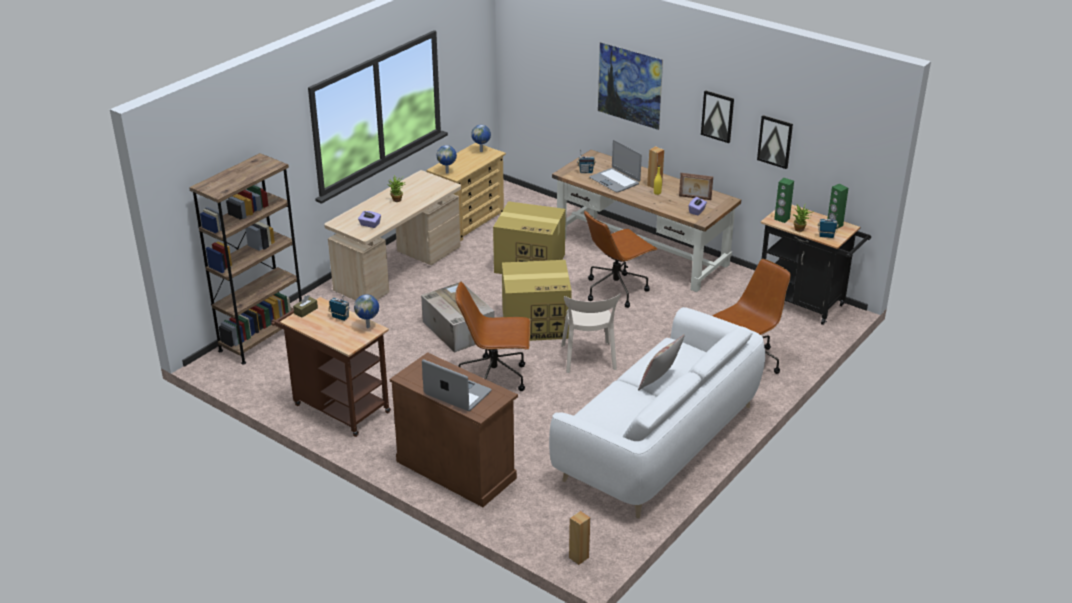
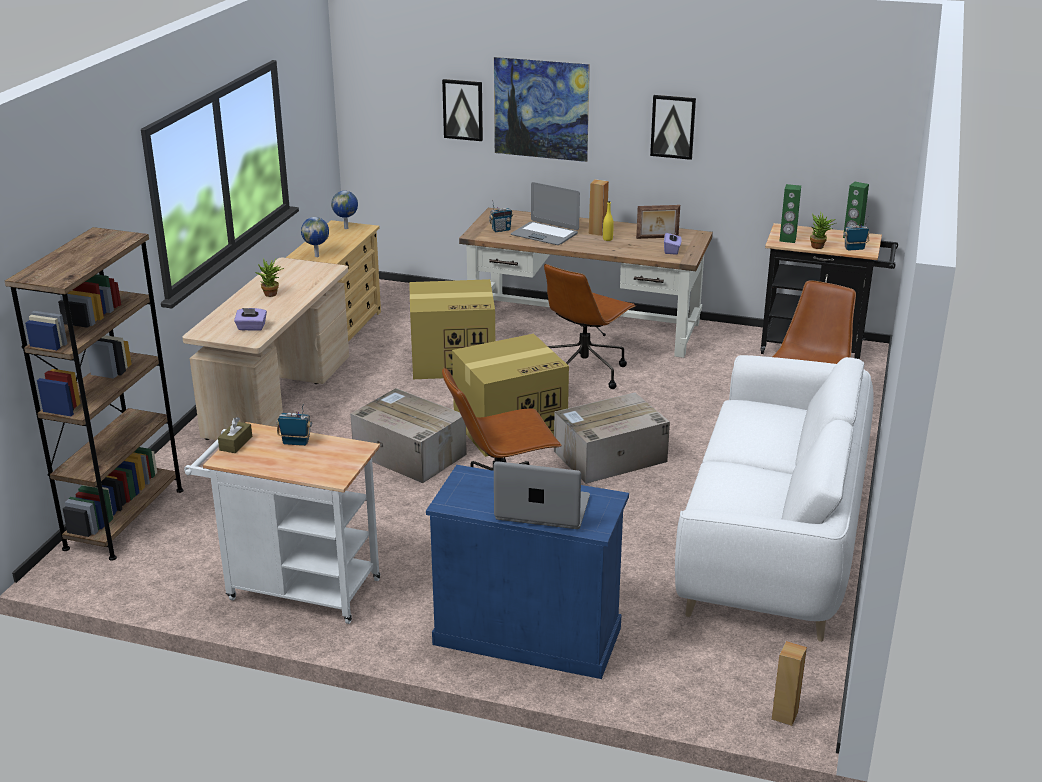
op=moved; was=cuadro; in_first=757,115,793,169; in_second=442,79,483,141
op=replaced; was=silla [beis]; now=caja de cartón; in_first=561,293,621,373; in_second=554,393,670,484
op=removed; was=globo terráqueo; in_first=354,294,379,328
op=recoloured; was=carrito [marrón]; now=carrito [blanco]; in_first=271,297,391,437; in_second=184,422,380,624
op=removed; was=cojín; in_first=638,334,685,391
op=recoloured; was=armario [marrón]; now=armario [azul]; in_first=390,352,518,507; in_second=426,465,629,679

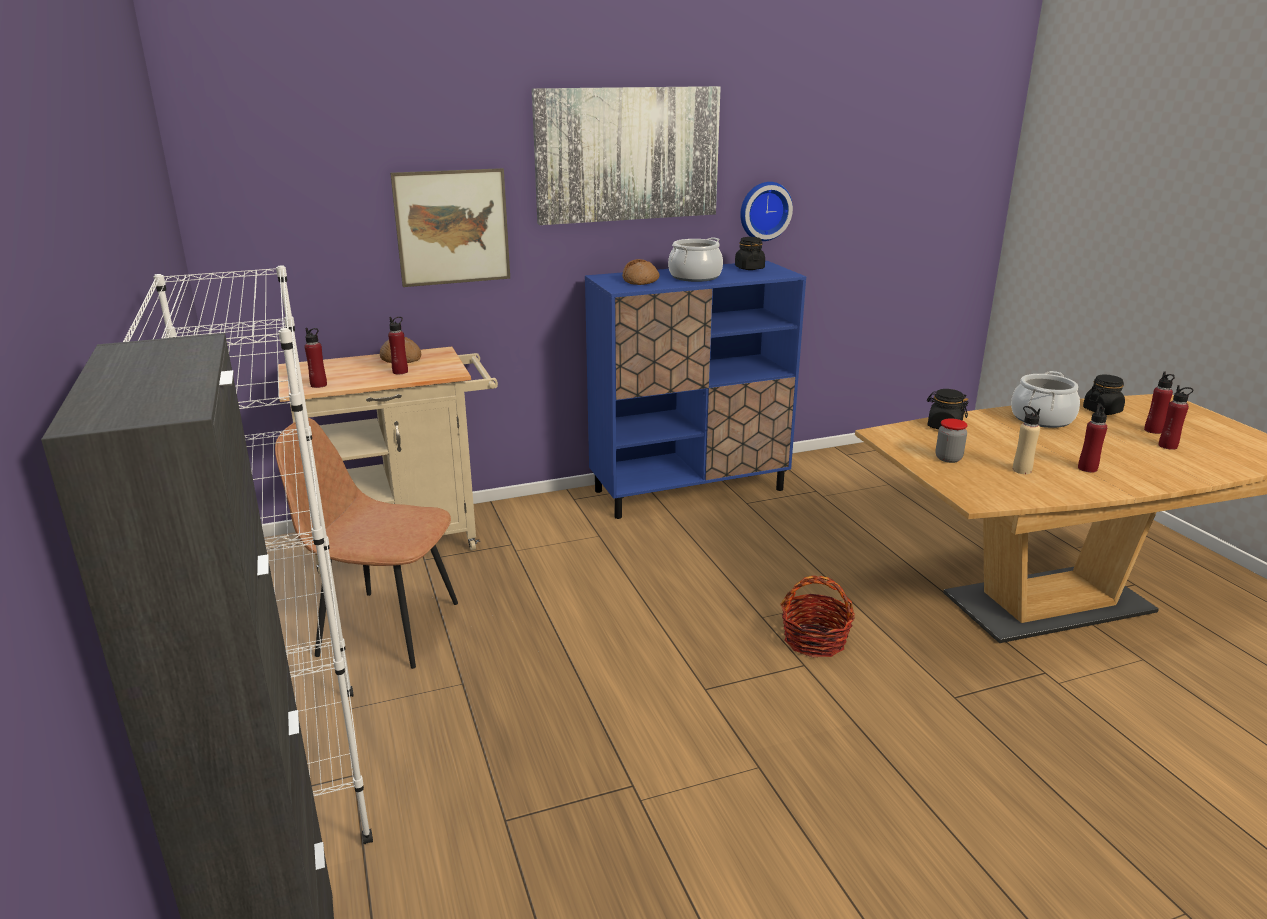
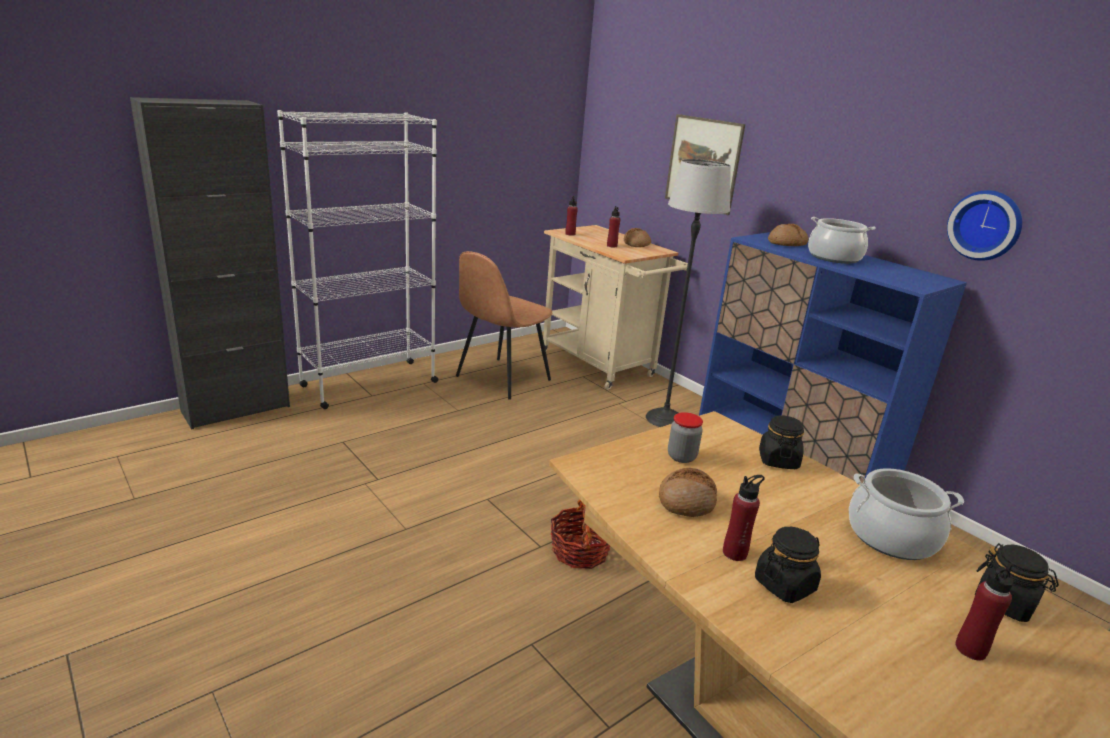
op=removed; was=cuadro; in_first=532,86,721,225
op=moved; was=tarro [negro]; in_first=735,237,765,270; in_second=755,527,821,603
op=removed; was=botella [rojo]; in_first=1158,385,1194,450
op=replaced; was=botella [beis]; now=pan; in_first=1013,406,1040,474; in_second=659,468,717,517
op=turned; was=silla [marrón]; in_first=275,418,458,669; in_second=456,251,552,400; clockwise=-135
op=added; now=lámpara de pie; in_second=646,159,731,427

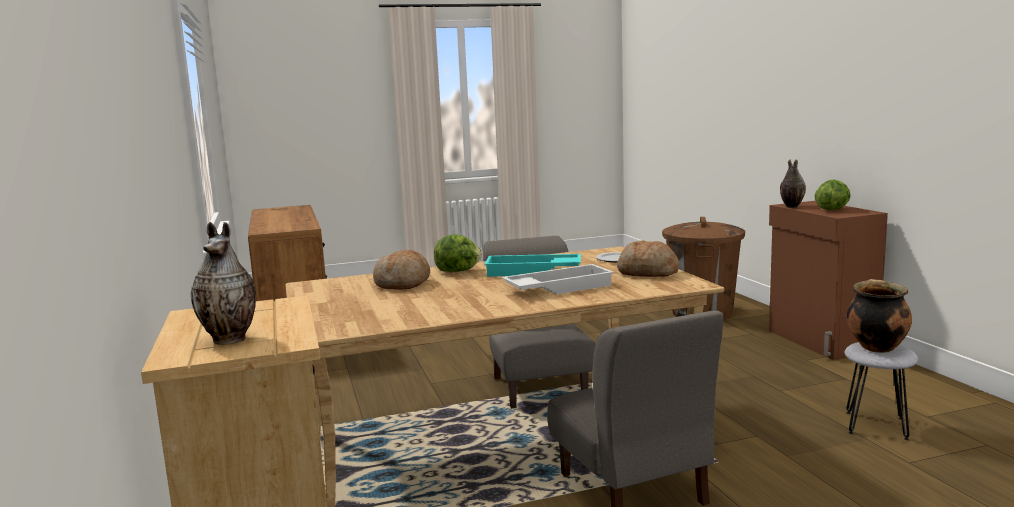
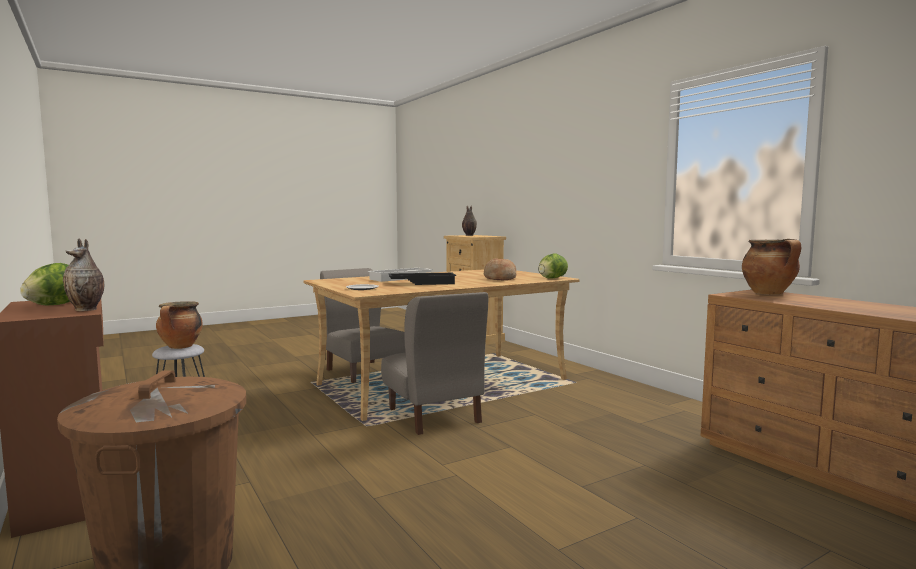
op=moved; was=lechuga; in_first=434,234,482,272; in_second=538,253,568,279
op=removed; was=pan; in_first=617,240,679,277
op=recoloured; was=bandeja [turquesa]; now=bandeja [negro]; in_first=484,254,581,277; in_second=389,273,456,285
op=added; now=olla; in_second=742,239,801,295

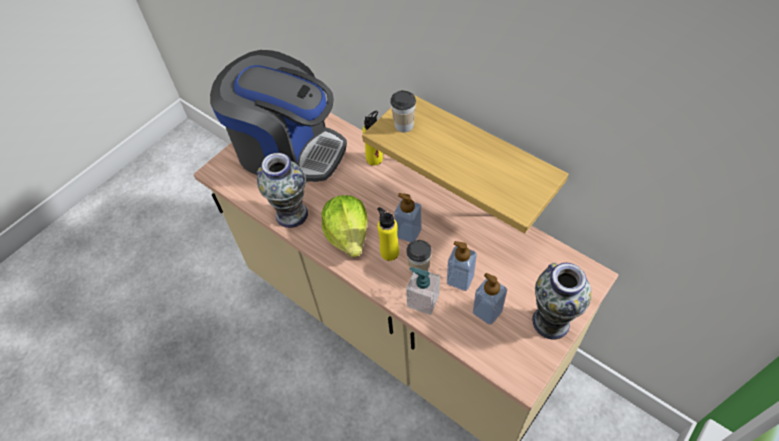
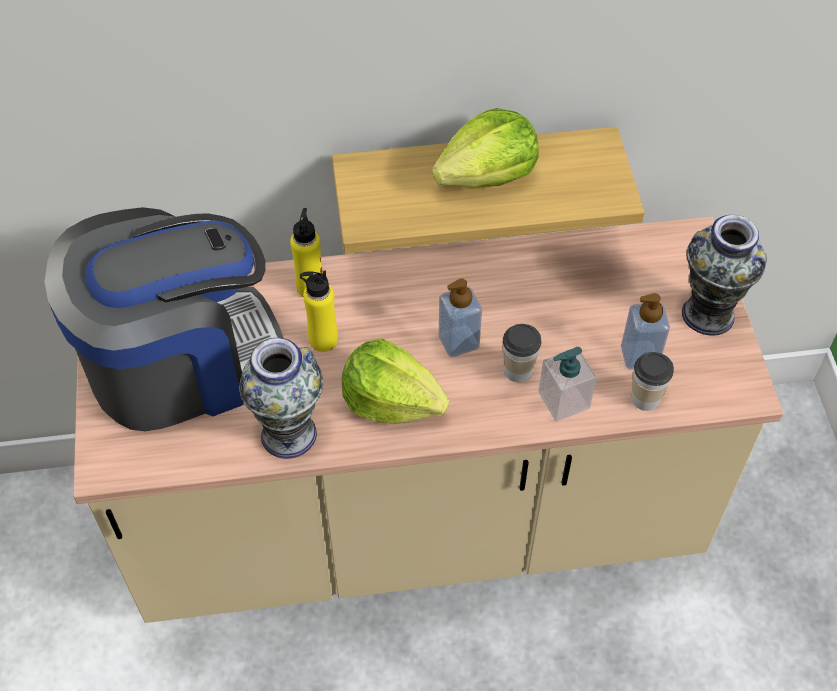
op=moved; was=taza; in_first=390,90,416,133; in_second=631,352,674,411
op=moved; was=botella [amarillo]; in_first=377,207,399,261; in_second=300,271,338,352
op=removed; was=dispensador de jabón; in_first=447,241,477,291
op=added; now=lechuga; in_second=432,108,539,188

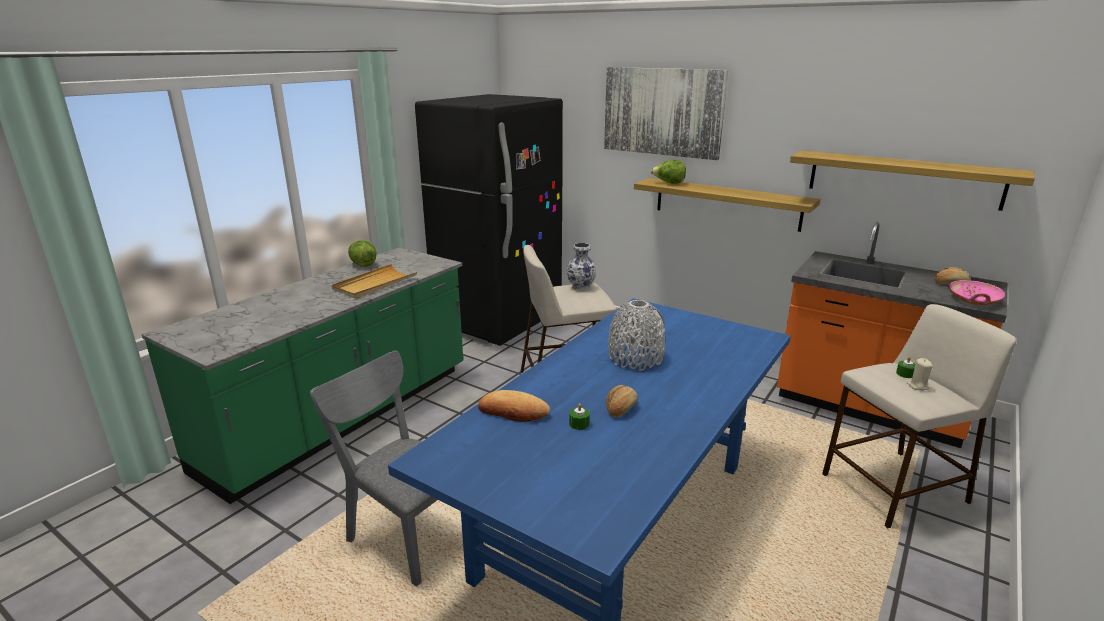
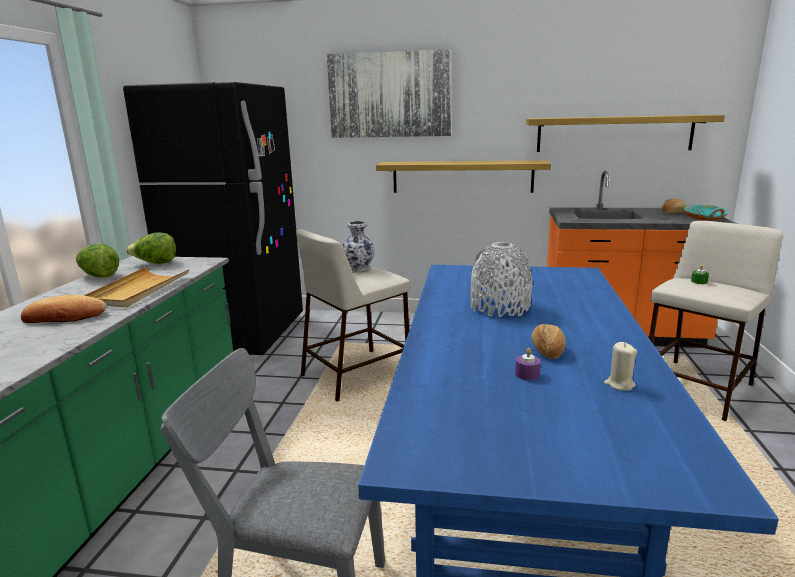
op=moved; was=lechuga; in_first=651,160,686,184; in_second=126,233,176,264
op=recoloured; was=cuenco [rosa]; now=cuenco [turquesa]; in_first=949,280,1005,305; in_second=683,205,728,221
op=moved; was=vela [beis]; in_first=907,358,933,391; in_second=604,342,637,391
op=moved; was=pan; in_first=478,390,550,422; in_second=21,295,107,323
op=recoloured; was=vela [verde]; now=vela [morado]; in_first=569,403,590,430; in_second=515,348,541,380

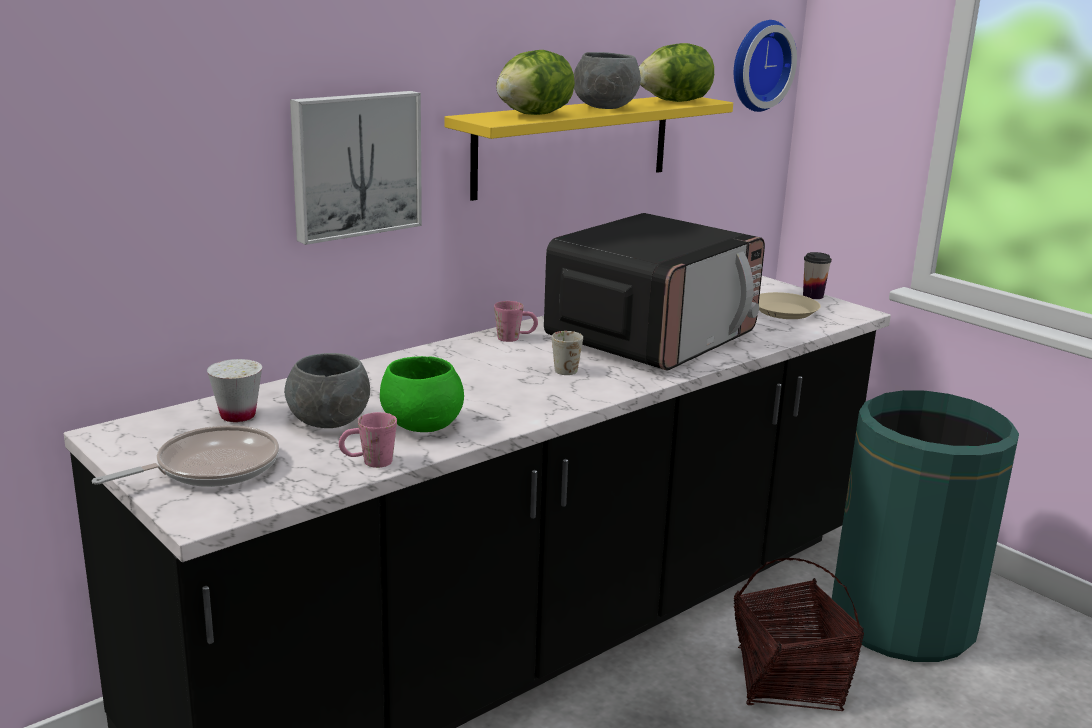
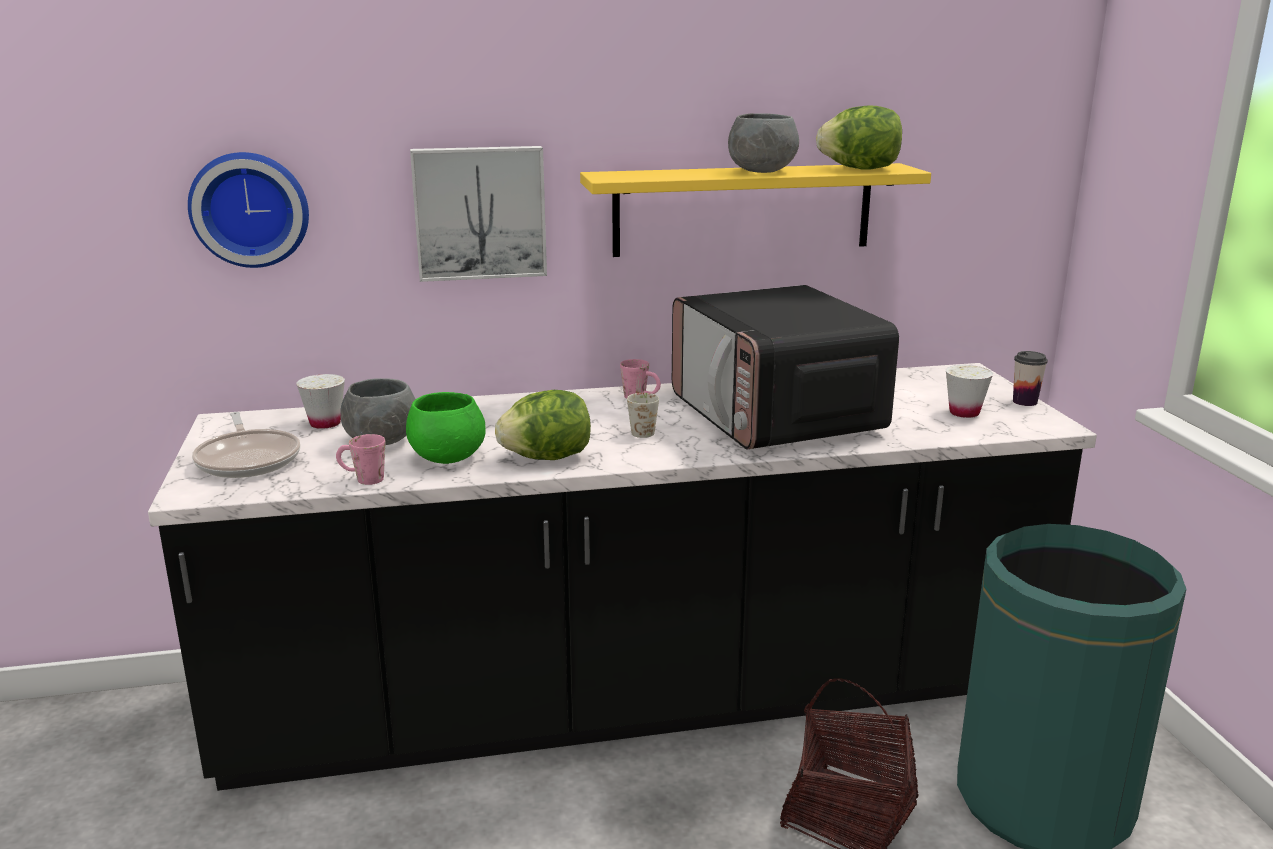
op=moved; was=reloj de pared; in_first=734,20,797,112; in_second=188,152,309,268
op=moved; was=lechuga; in_first=496,50,575,115; in_second=495,390,591,460
op=turned; was=microondas; in_first=544,213,765,371; in_second=672,285,899,449; clockwise=90
op=replaced; was=plato [beis]; now=taza [blanco]; in_first=759,292,821,319; in_second=946,365,993,418
op=turned; was=sartén; in_first=92,425,279,487; in_second=192,412,300,478; clockwise=75

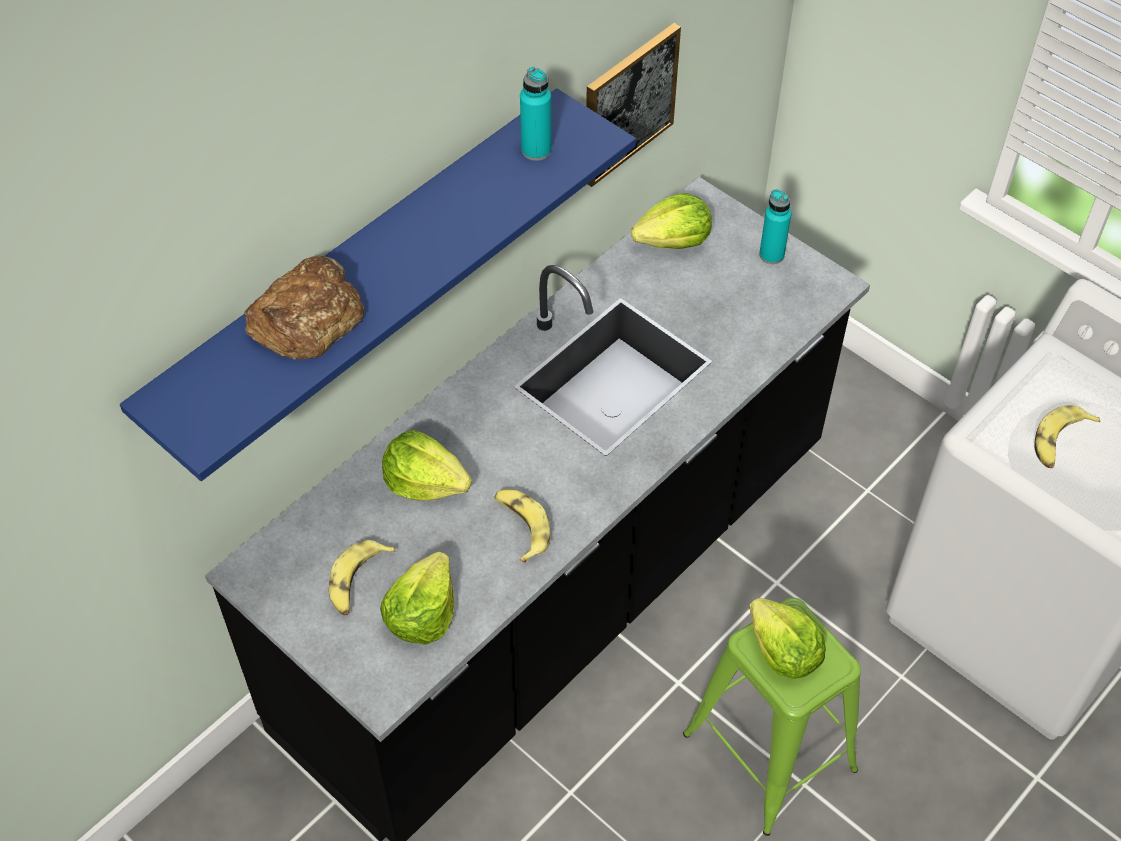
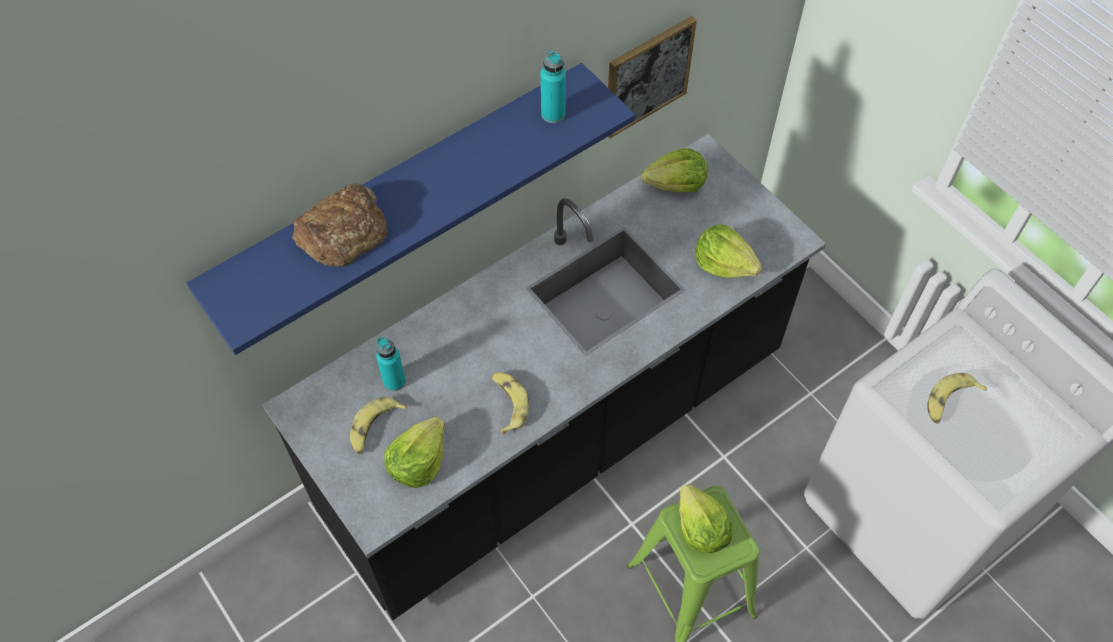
op=moved; was=botella [turquesa]; in_first=759,189,791,264; in_second=376,337,406,391
op=moved; was=lechuga; in_first=382,430,472,501; in_second=695,224,762,278

